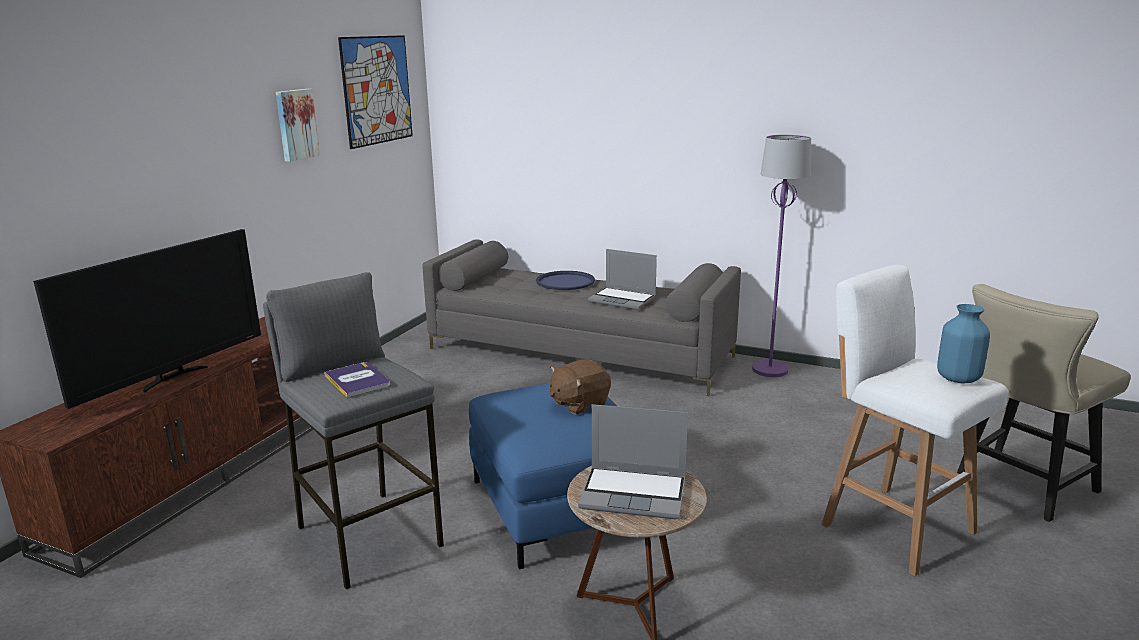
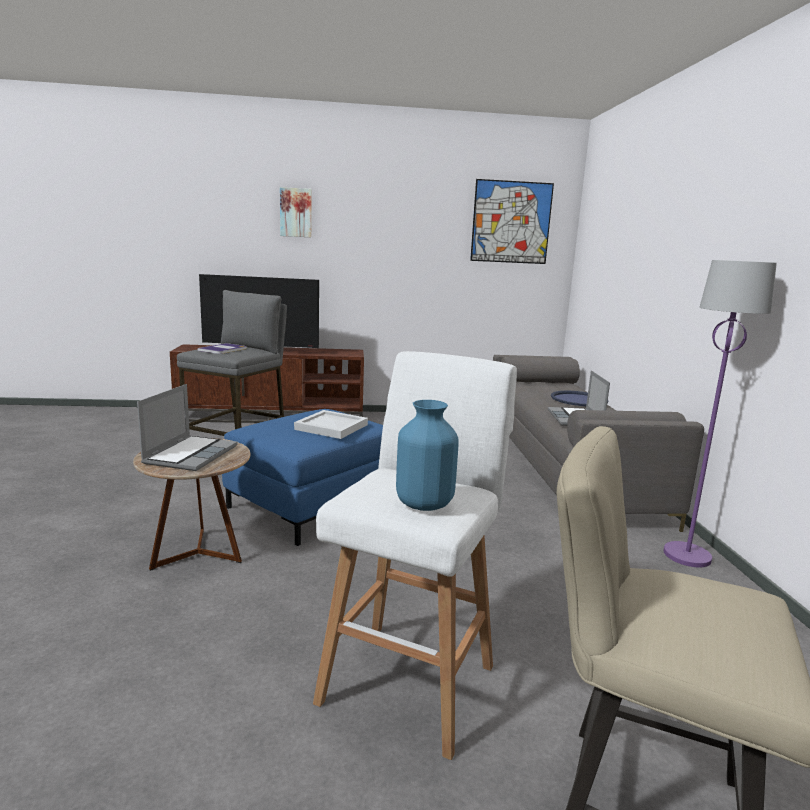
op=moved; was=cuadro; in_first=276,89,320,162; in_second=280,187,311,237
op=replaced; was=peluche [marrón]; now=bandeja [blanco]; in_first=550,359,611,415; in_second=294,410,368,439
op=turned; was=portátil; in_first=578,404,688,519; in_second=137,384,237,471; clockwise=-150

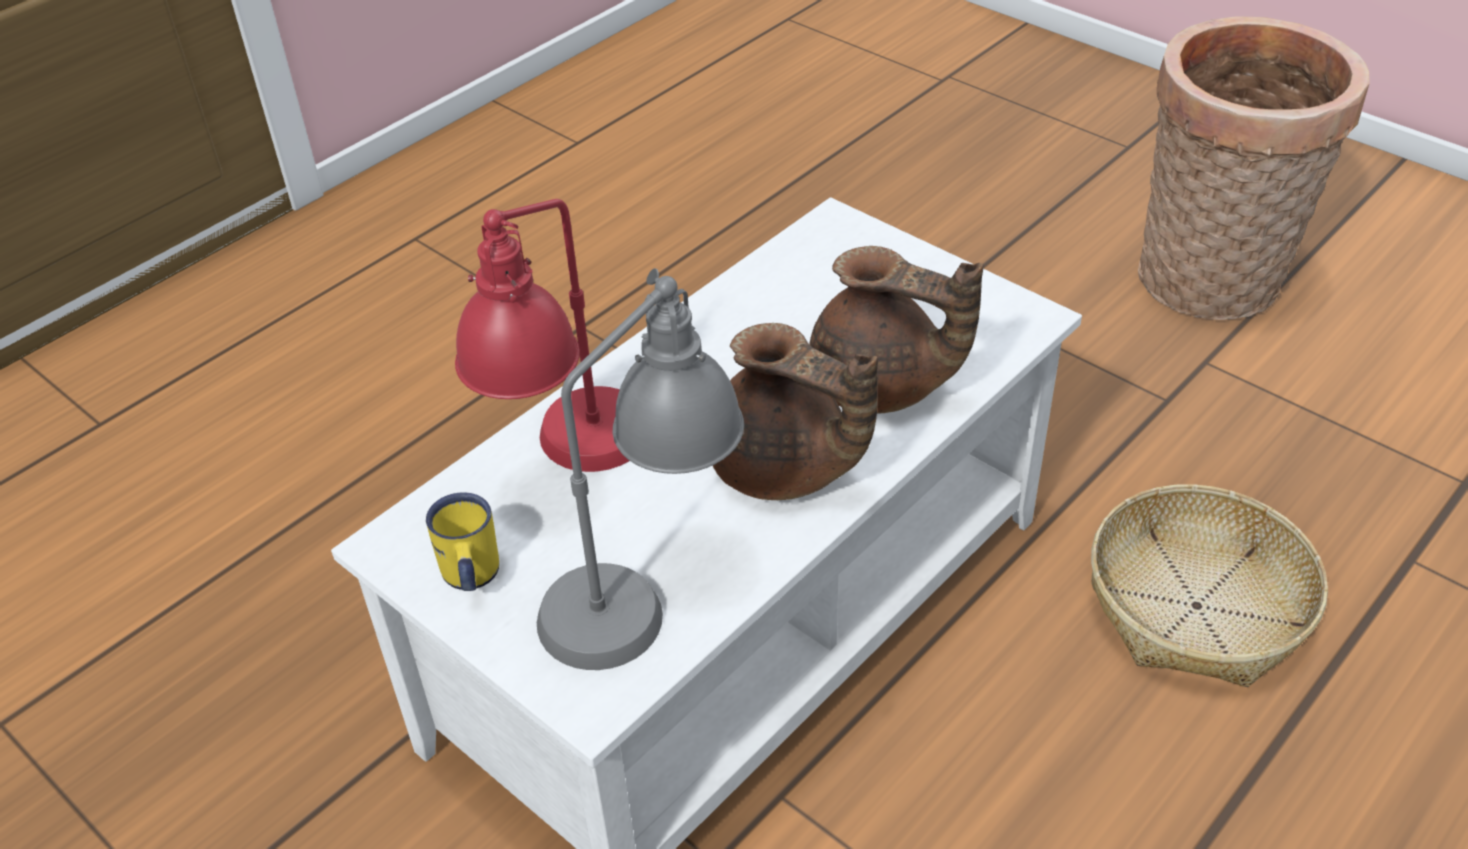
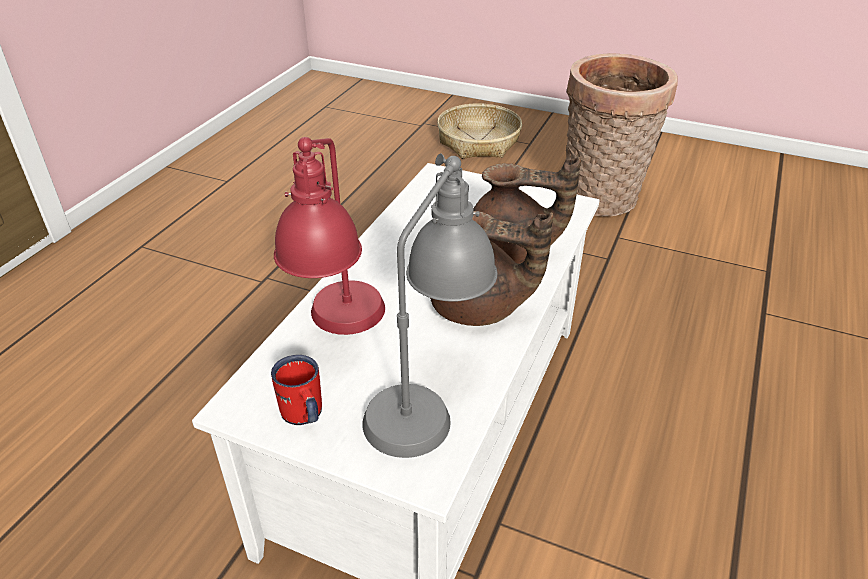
op=moved; was=cesta; in_first=1091,484,1328,687; in_second=437,103,522,159
op=recoloured; was=taza grande [amarillo]; now=taza grande [rojo]; in_first=426,493,499,591; in_second=271,355,322,425

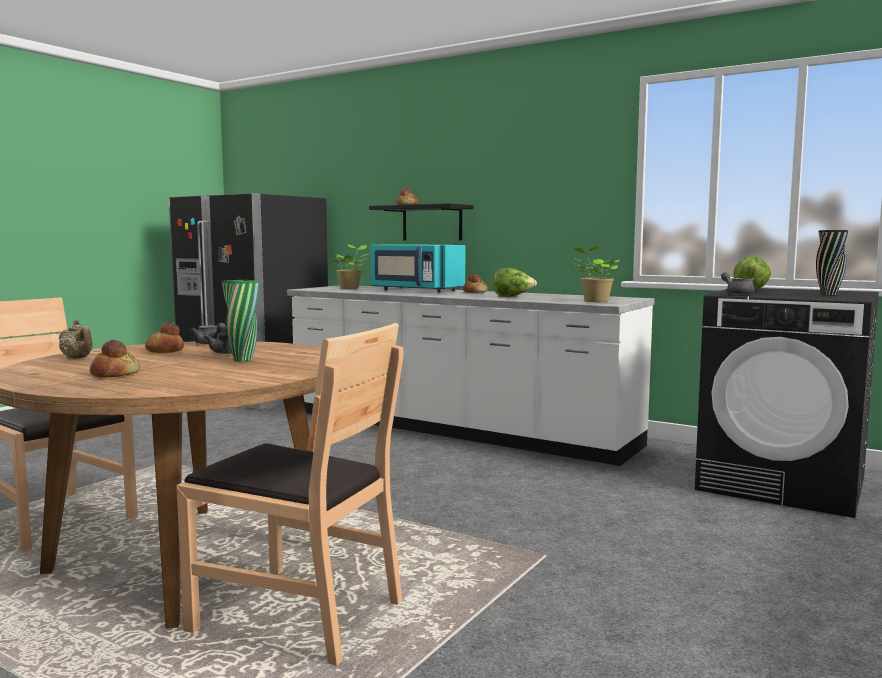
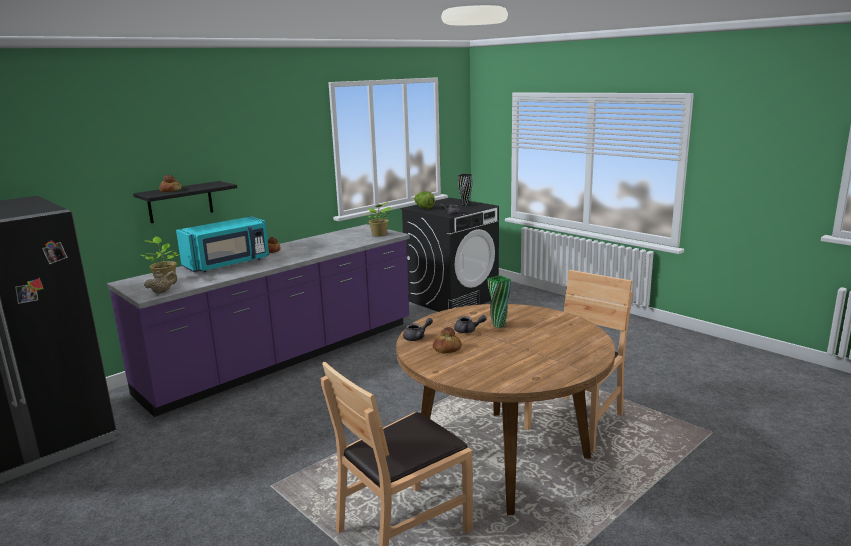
op=removed; was=lechuga; in_first=493,268,537,297
op=recoloured; was=mueble bajo de cocina [blanco]; now=mueble bajo de cocina [morado]; in_first=287,285,654,466; in_second=107,224,410,417
op=moved; was=tetera [beis]; in_first=59,319,93,359; in_second=144,271,177,294
op=removed; was=pan; in_first=90,340,140,377

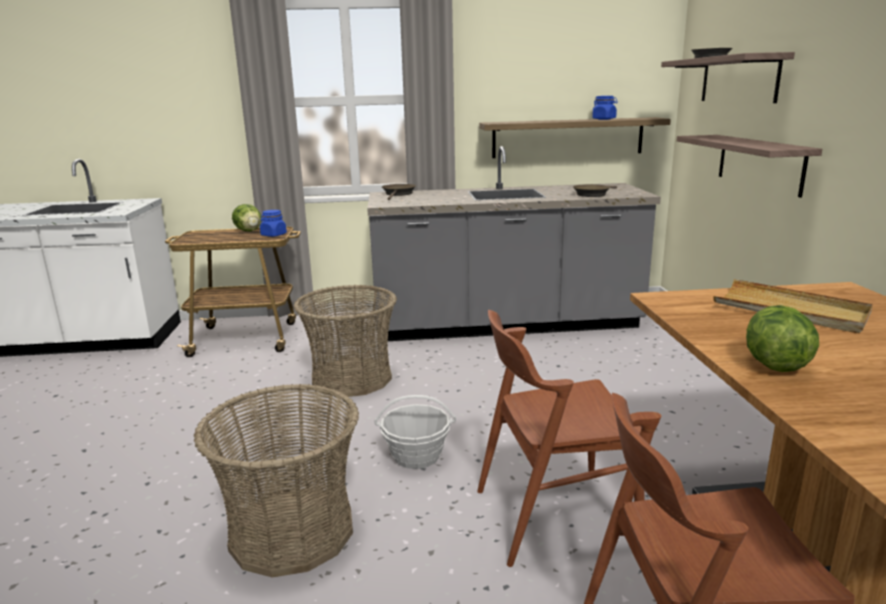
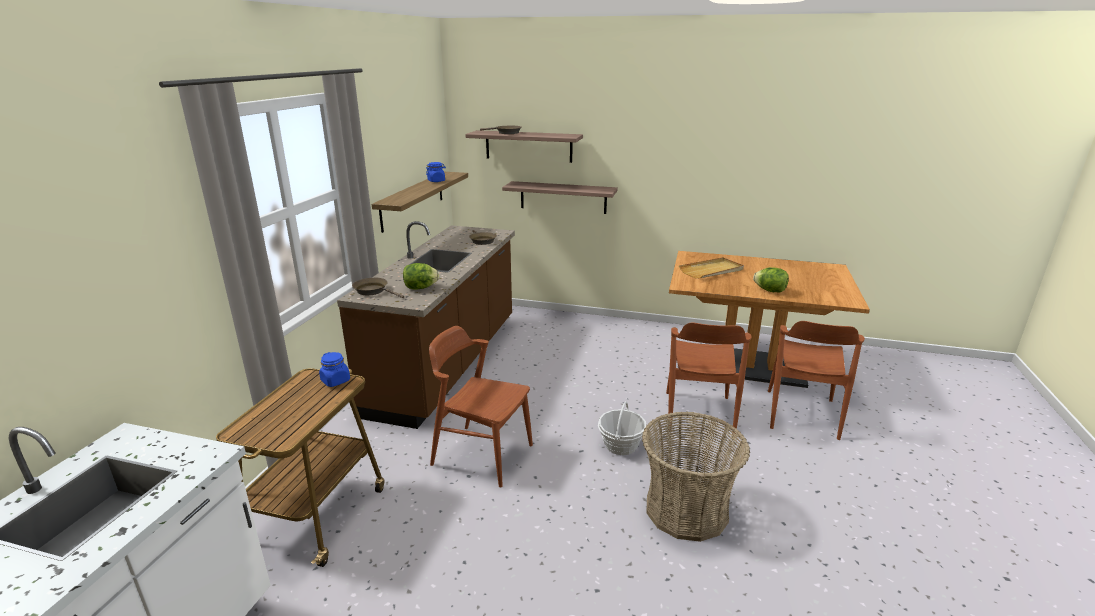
op=recoloured; was=mueble bajo de cocina [gris]; now=mueble bajo de cocina [marrón]; in_first=367,146,661,342; in_second=337,221,515,429
op=moved; was=lechuga; in_first=232,204,261,231; in_second=403,263,439,290
op=replaced; was=cesta; now=silla [marrón]; in_first=294,285,397,397; in_second=429,326,533,487

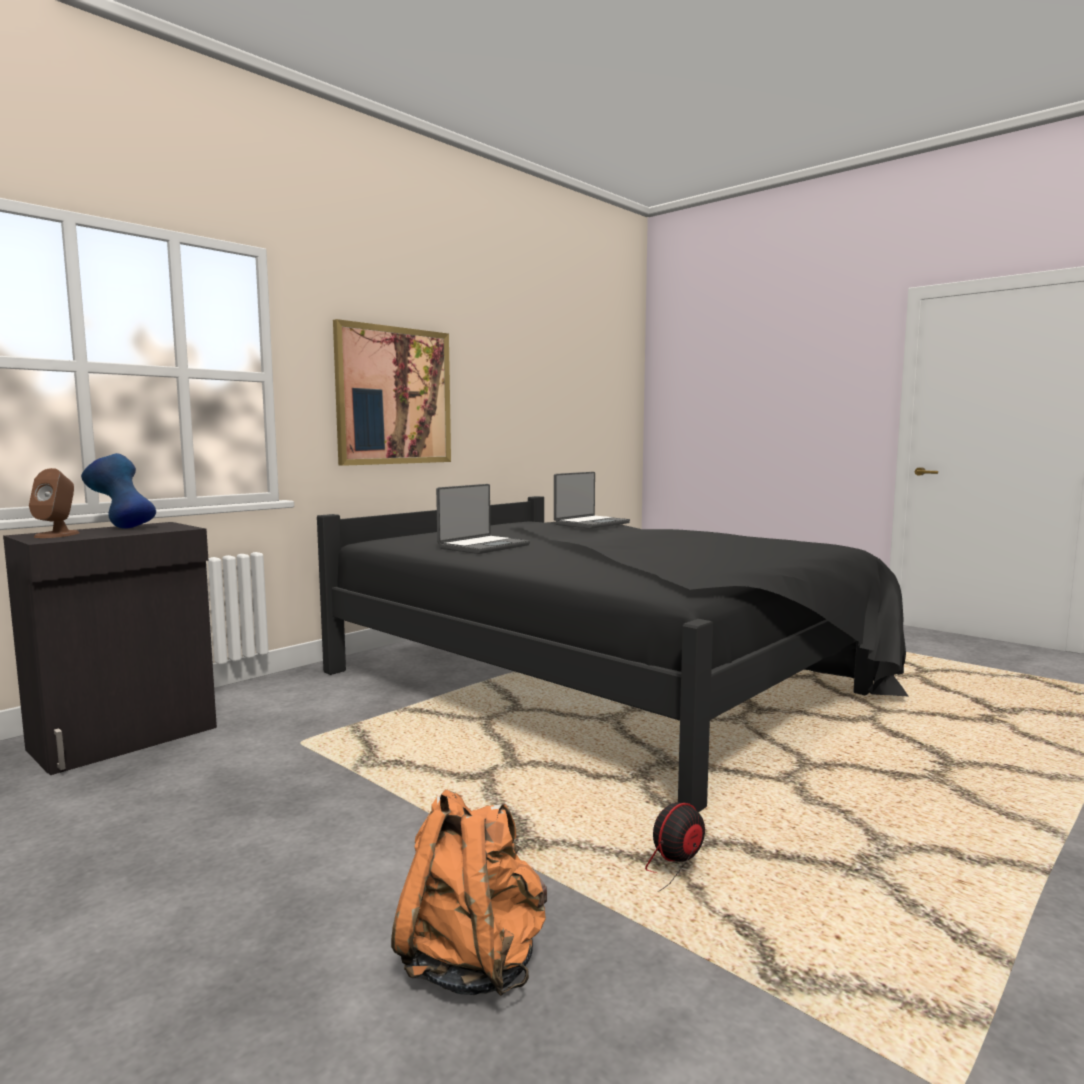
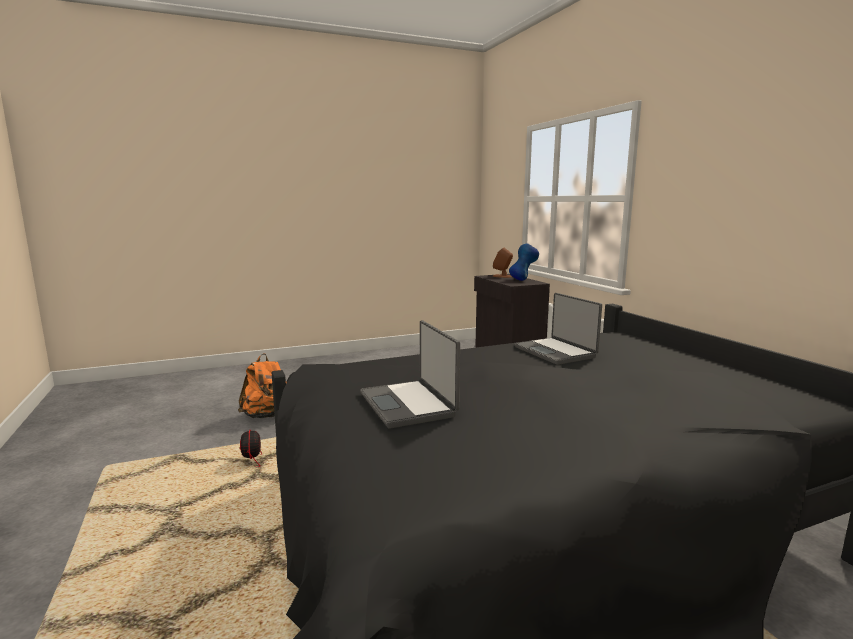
op=removed; was=cuadro; in_first=333,319,451,466
op=moved; was=portátil; in_first=554,472,630,529; in_second=360,320,460,428

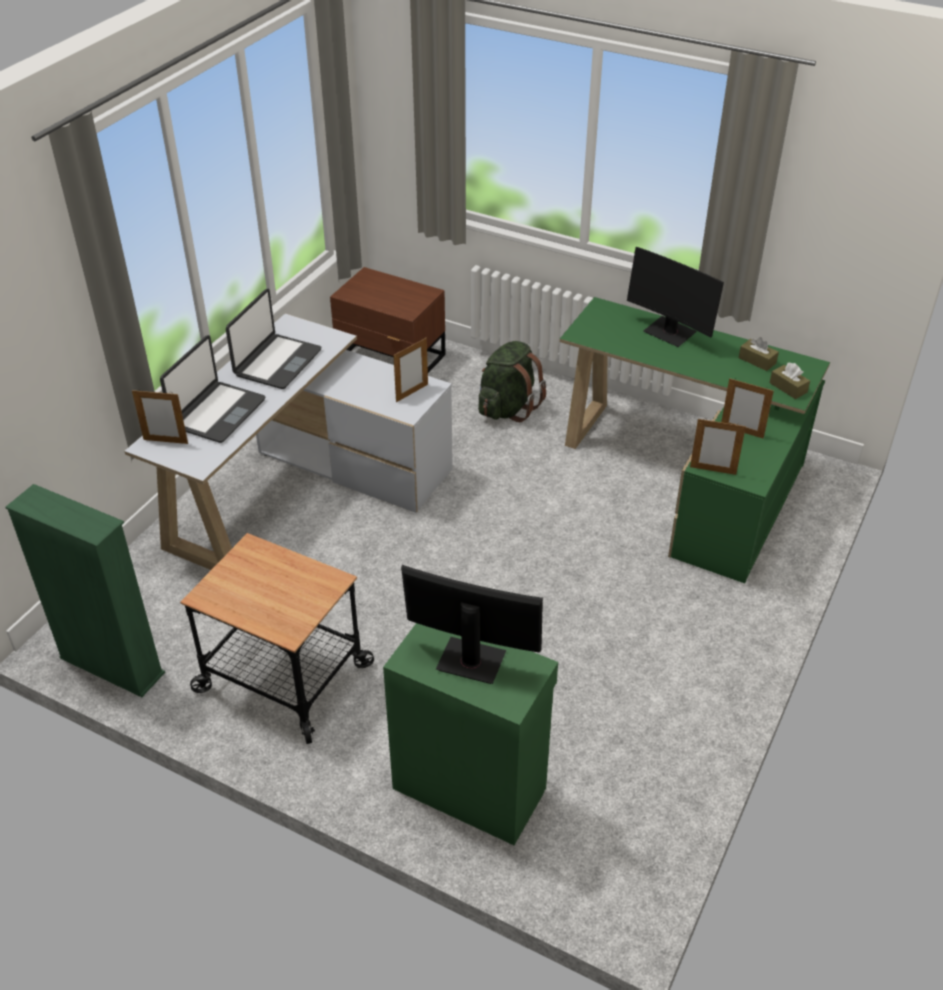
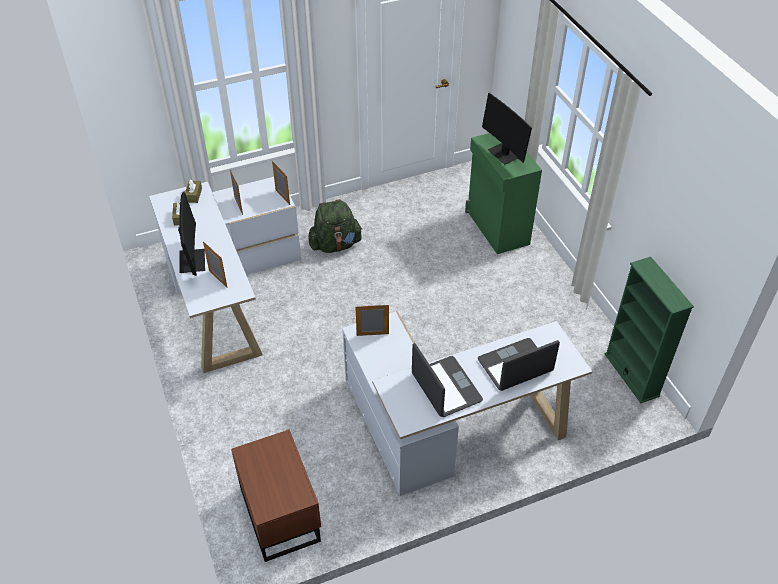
op=turned; was=portátil; in_first=226,289,322,389; in_second=412,343,483,417; clockwise=90
op=recoloured; was=escritorio [verde]; now=escritorio [blanco]; in_first=560,297,830,583; in_second=149,177,301,373
op=moved; was=mochila [verde]; in_first=478,341,546,422; in_second=308,199,362,253
op=moved; was=portarretratos; in_first=132,389,188,444; in_second=203,241,227,288
op=removed; was=carrito; in_first=180,533,374,744

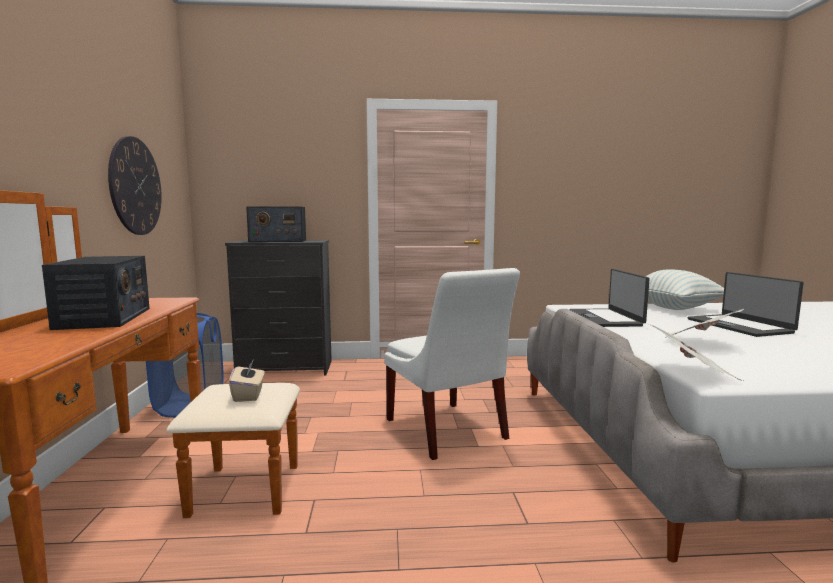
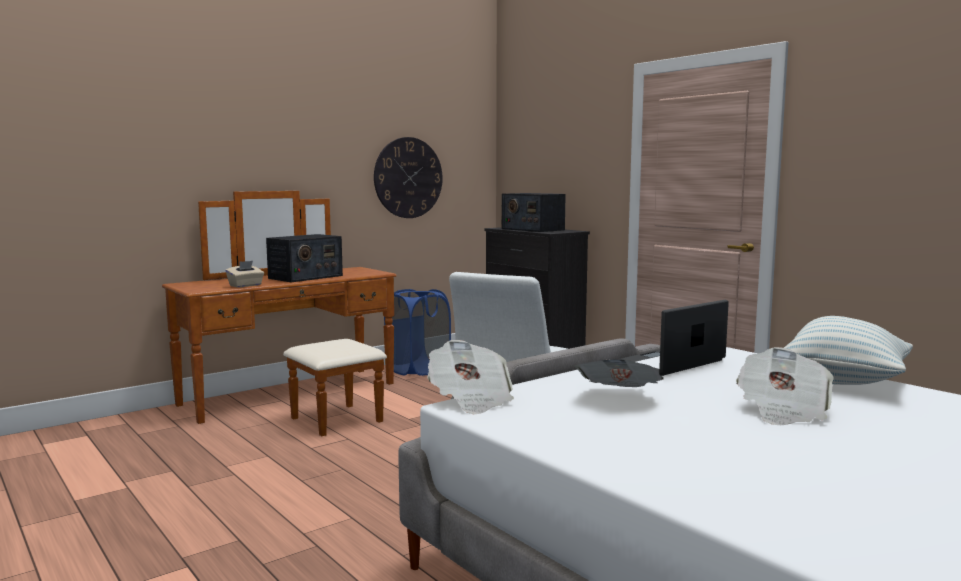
op=replaced; was=portátil; now=periódico; in_first=688,272,804,337; in_second=736,347,834,425
op=moved; was=caja de pañuelos [beis]; in_first=229,361,265,402; in_second=226,261,264,288

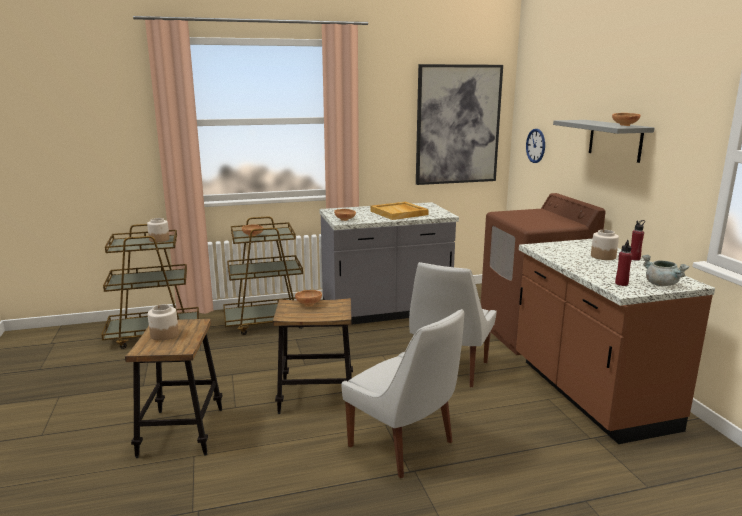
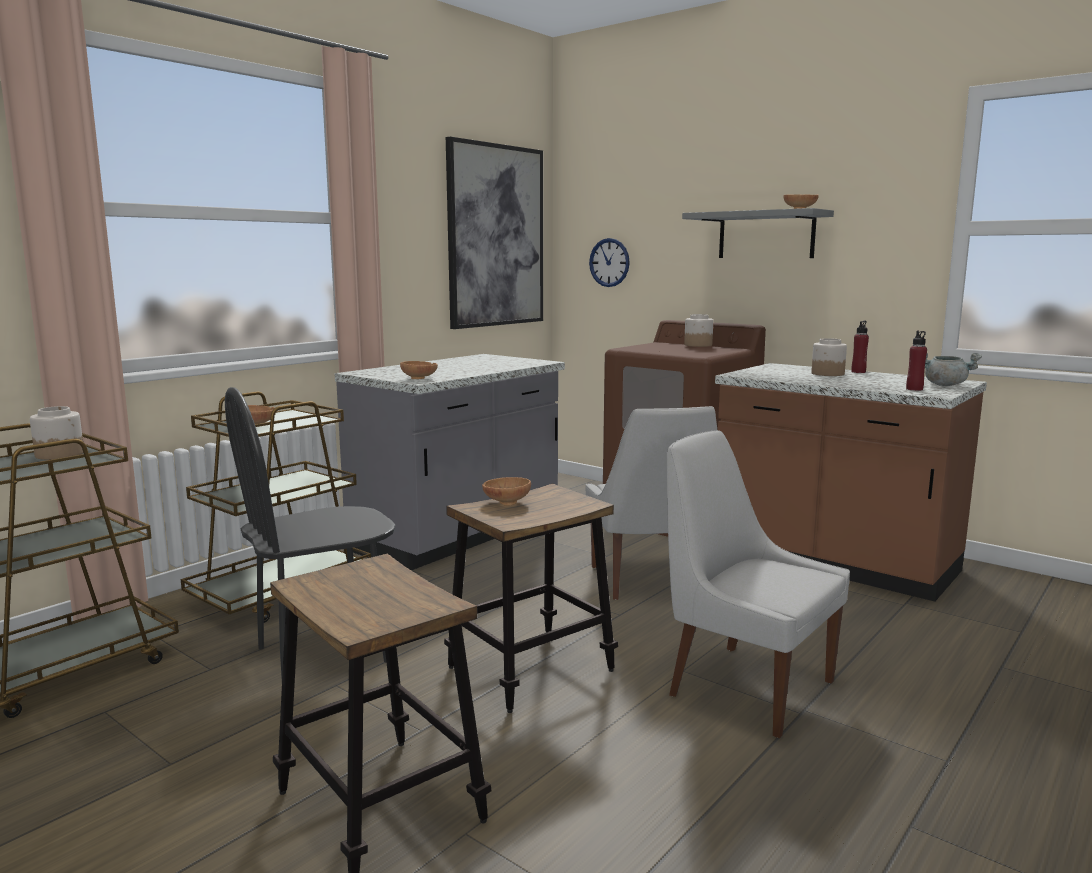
op=removed; was=bandeja [beis]; in_first=371,202,429,220
op=moved; was=tarro; in_first=148,304,179,340; in_second=684,314,713,347
op=turned; was=silla [blanco]; in_first=341,309,464,478; in_second=667,430,850,738; clockwise=-150
op=added; now=silla [negro]; in_second=225,387,395,678

